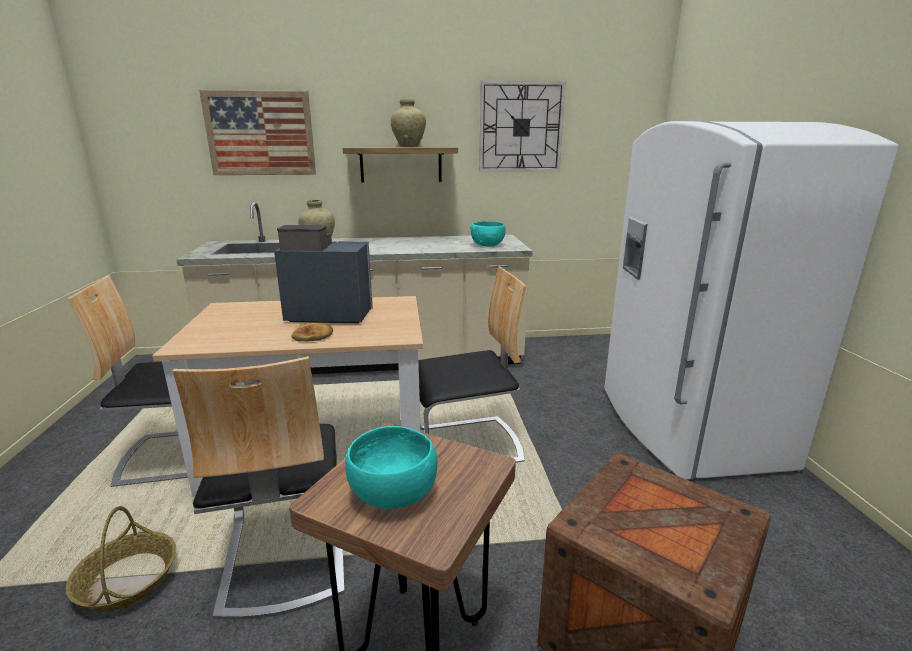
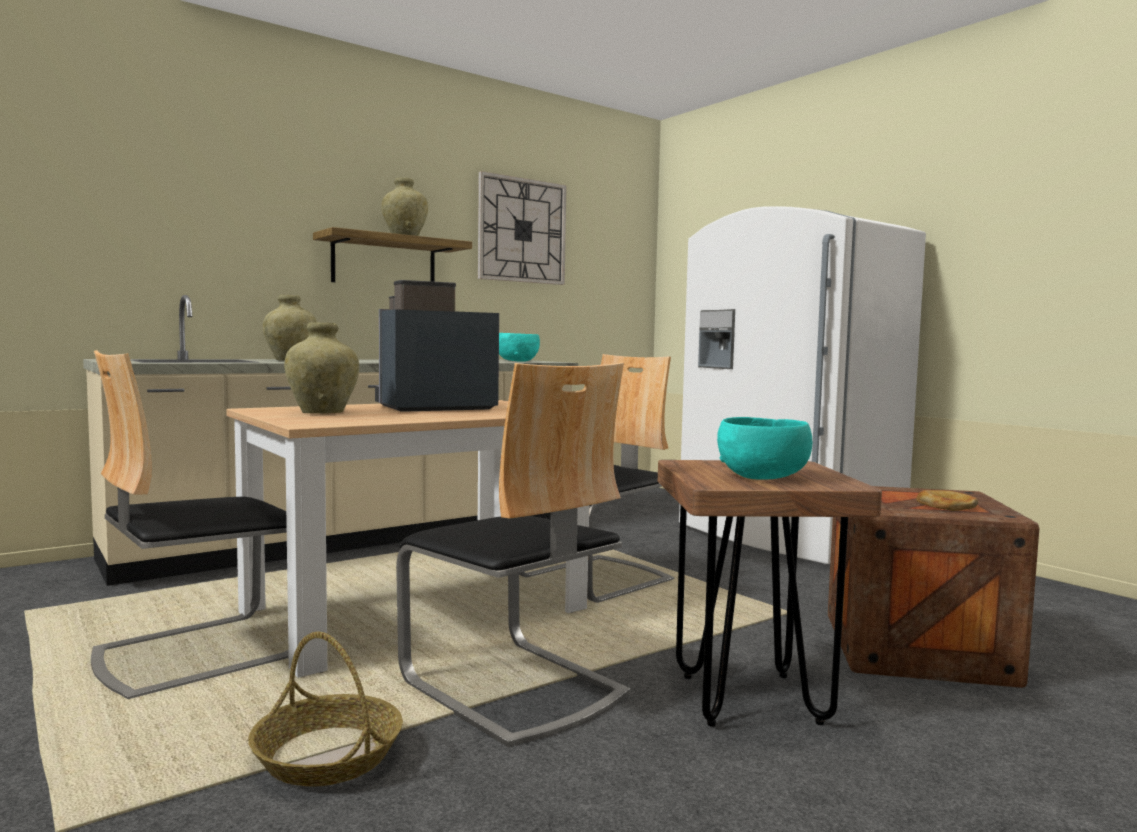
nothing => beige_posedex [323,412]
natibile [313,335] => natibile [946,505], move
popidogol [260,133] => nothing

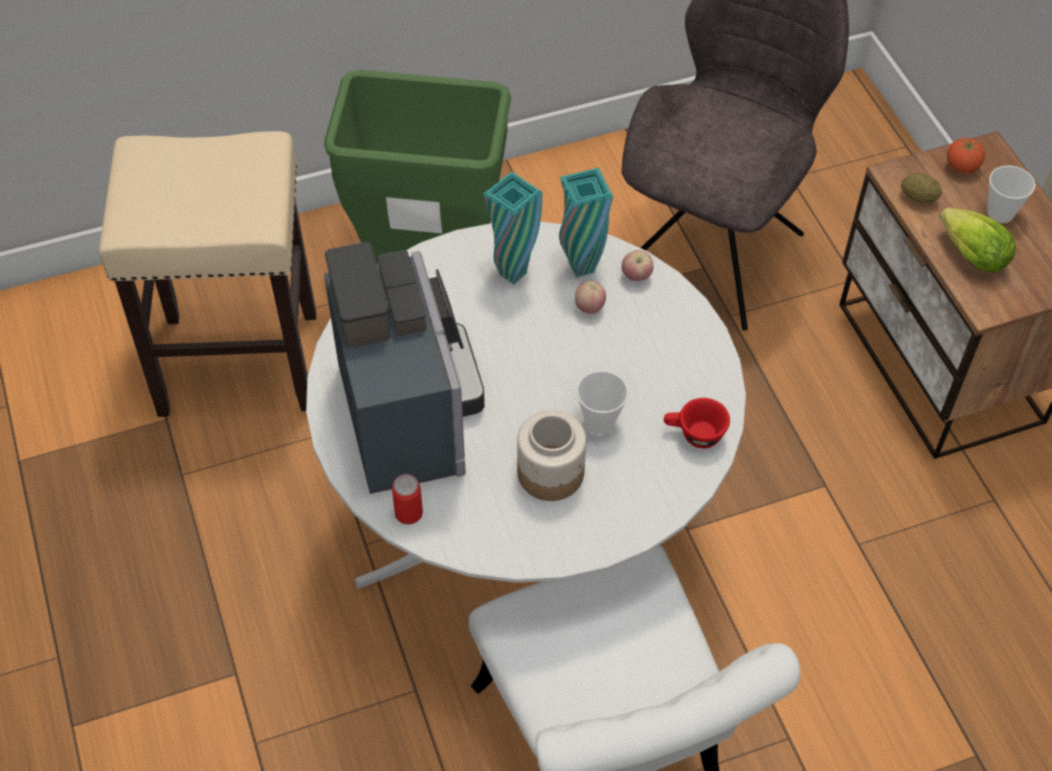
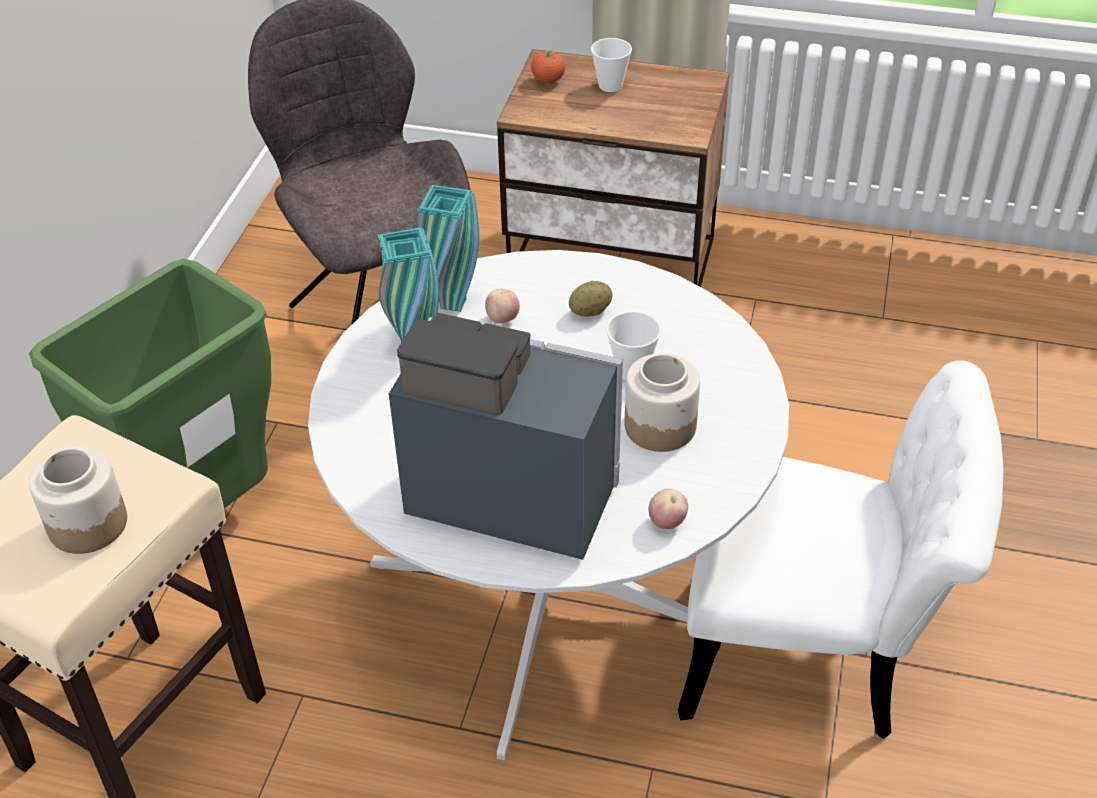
nothing => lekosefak [87,524]
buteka [918,198] => buteka [590,311], move
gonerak [636,276] => gonerak [667,523], move
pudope [408,513] => nothing
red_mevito [694,435] => nothing
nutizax [968,253] => nothing

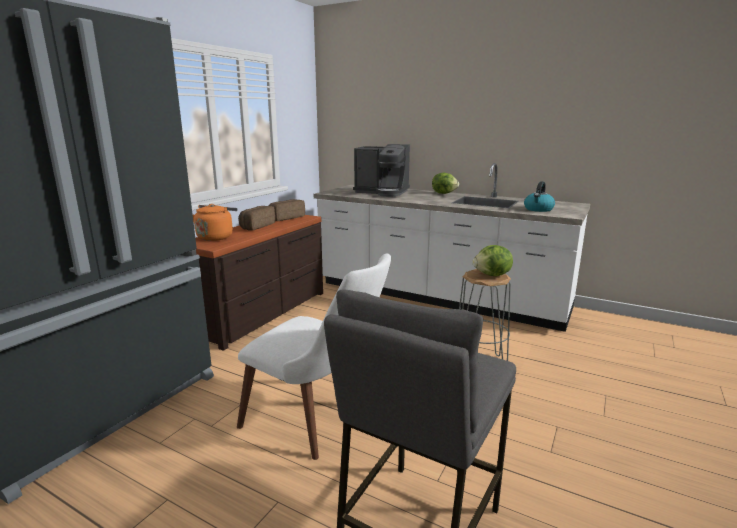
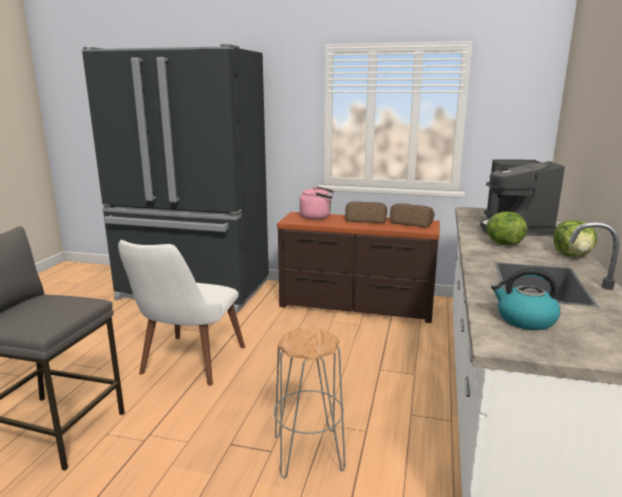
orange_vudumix [216,237] => pink_vudumix [317,217]
nutizax [492,275] => nutizax [502,244], move

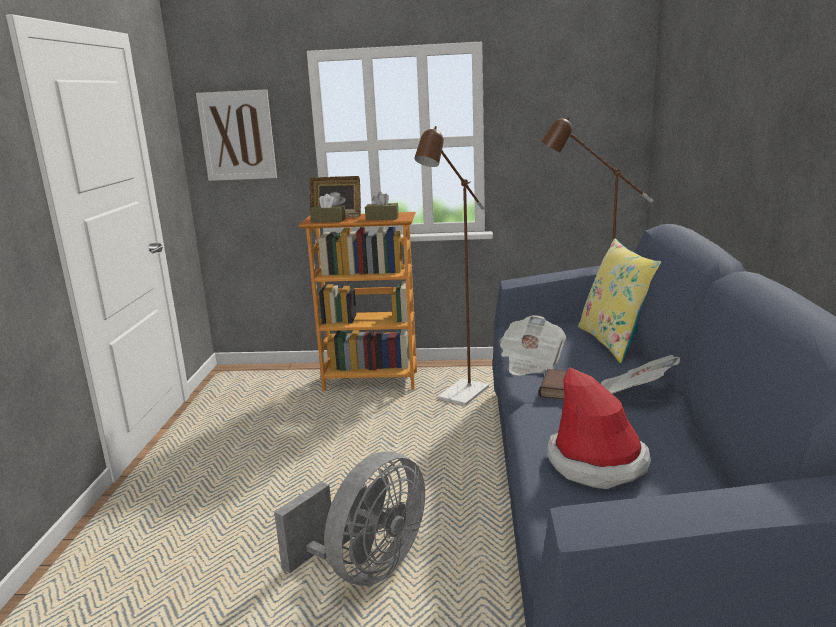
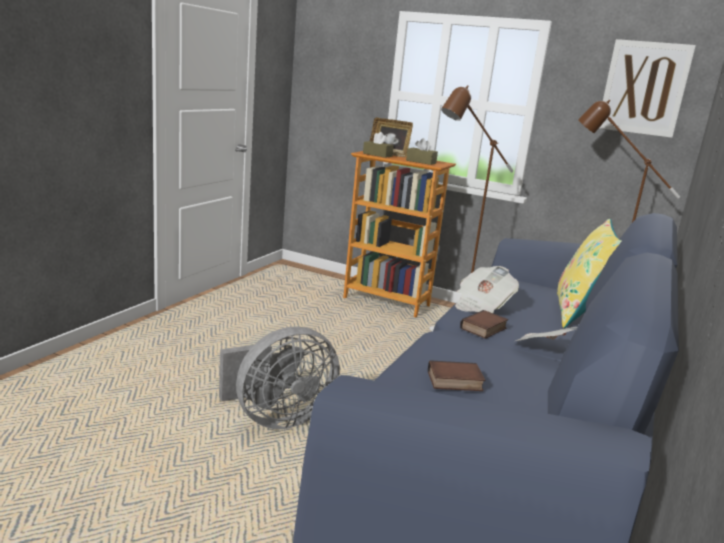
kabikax [597,463] => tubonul [454,382]
popidogol [237,136] => popidogol [644,88], move

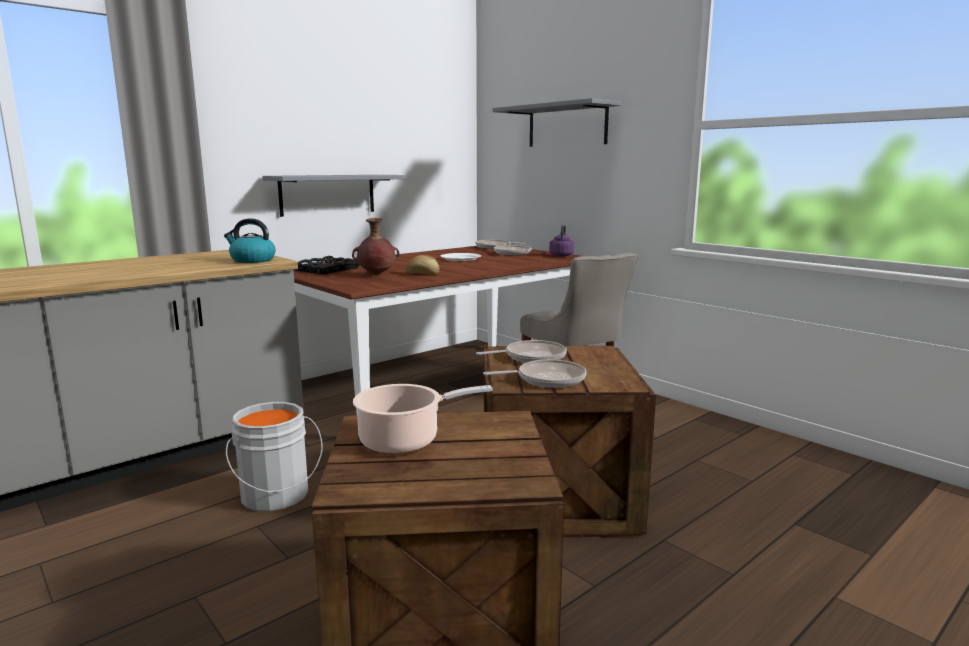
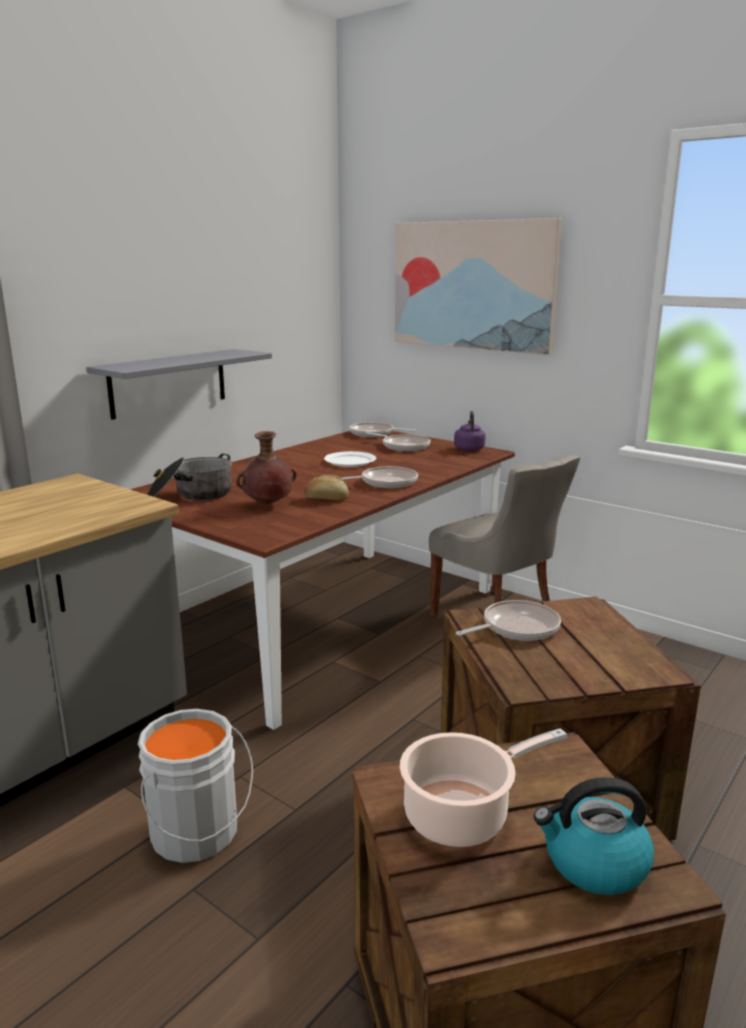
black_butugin [326,269] => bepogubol [191,495]
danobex [547,379] => danobex [385,482], move
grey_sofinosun [567,125] => popidogol [473,285]
vudumix [252,260] => vudumix [593,863], move

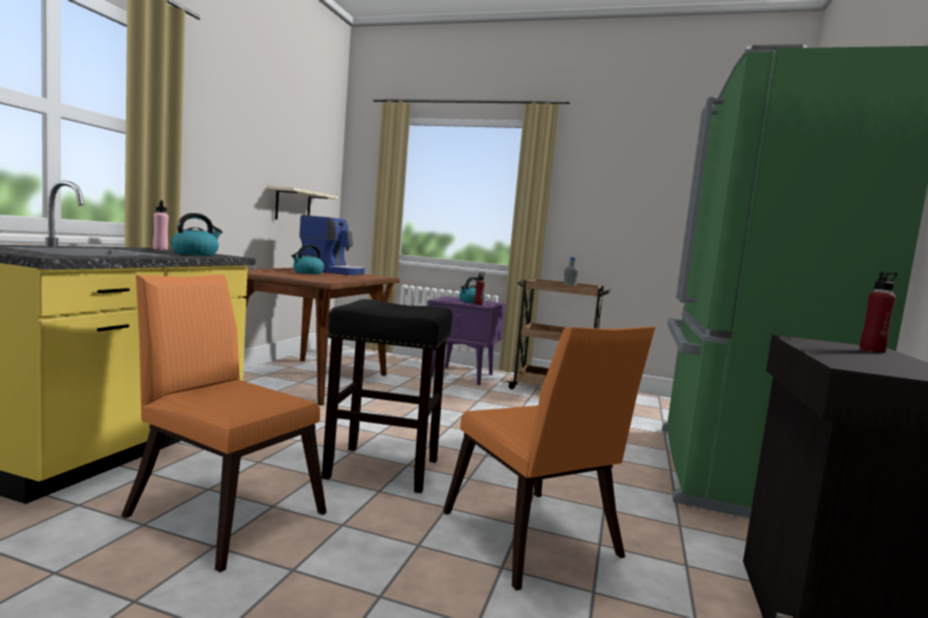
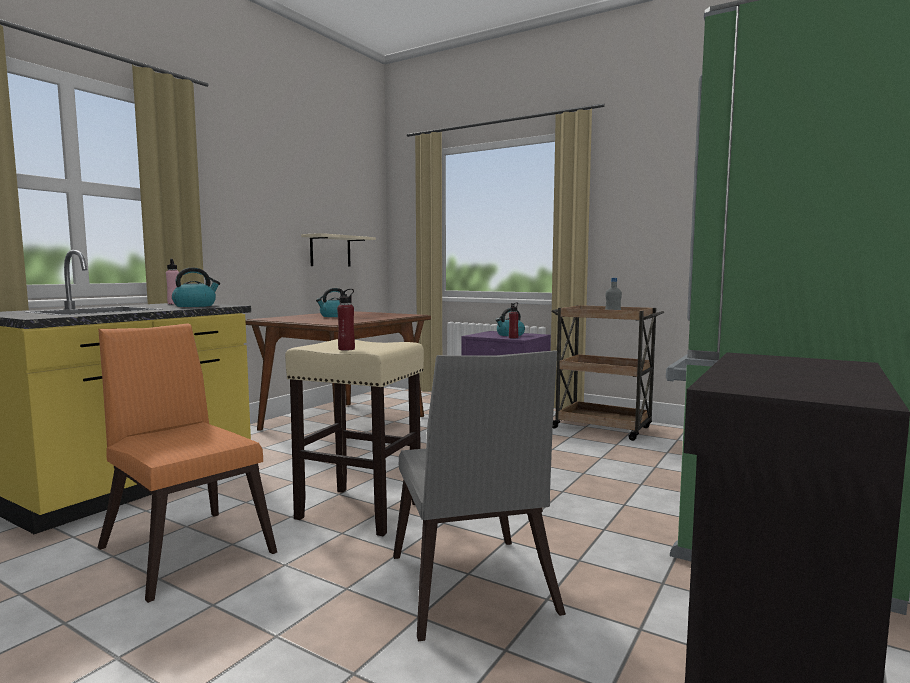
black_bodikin [384,468] => beige_bodikin [361,511]
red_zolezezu [872,350] => red_zolezezu [346,349], move
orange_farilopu [533,542] => grey_farilopu [471,592]
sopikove [332,271] => nothing

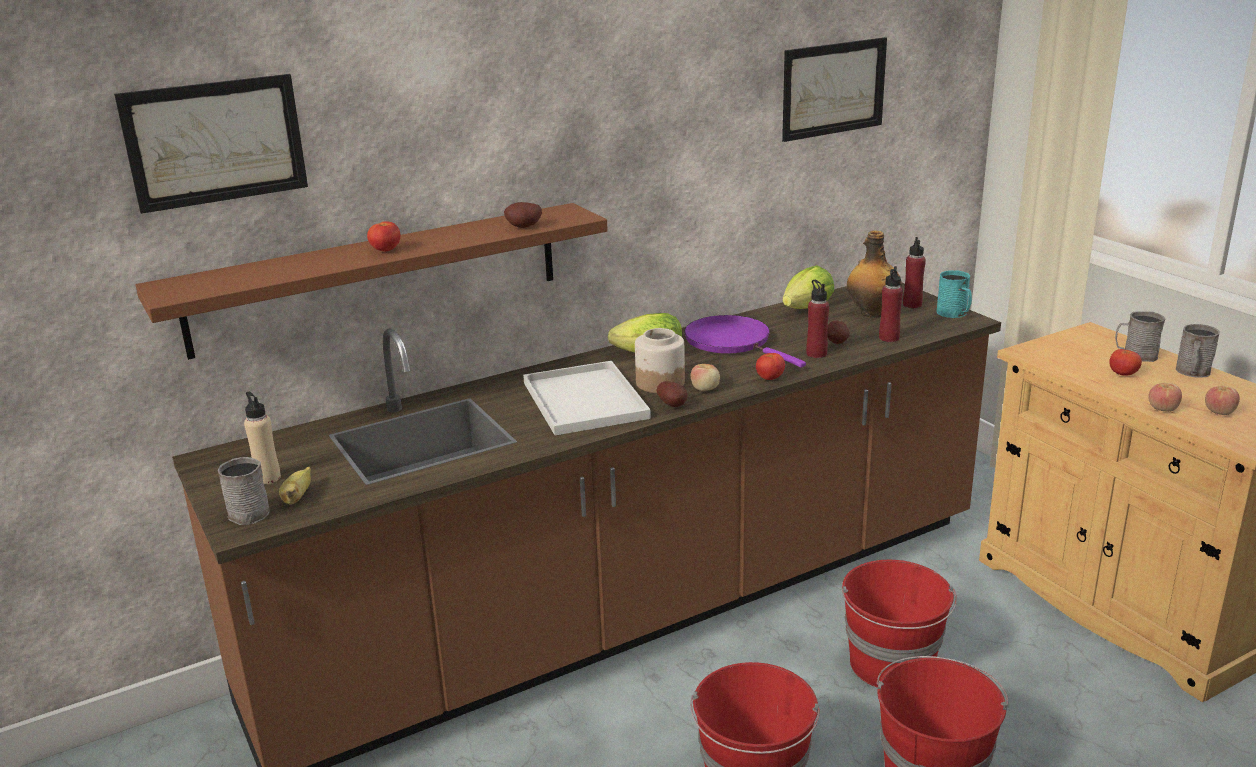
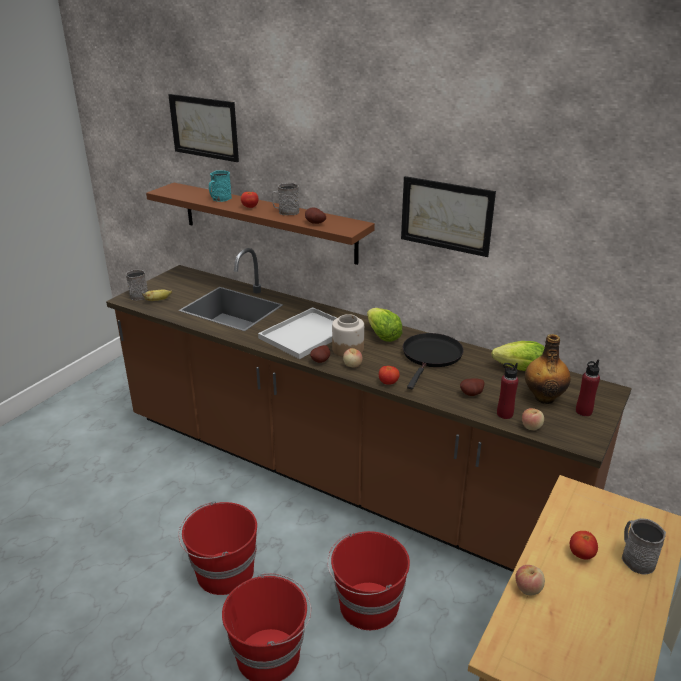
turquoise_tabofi [954,314] => turquoise_tabofi [220,199], move
grey_tabofi [1192,372] => grey_tabofi [286,212], move
popidogol [833,88] => popidogol [446,215], move
purple_danobex [732,342] => black_danobex [431,356]
gonerak [1219,412] => gonerak [531,427], move
beige_zolezezu [268,478] => nothing
red_zolezezu [816,354] => nothing

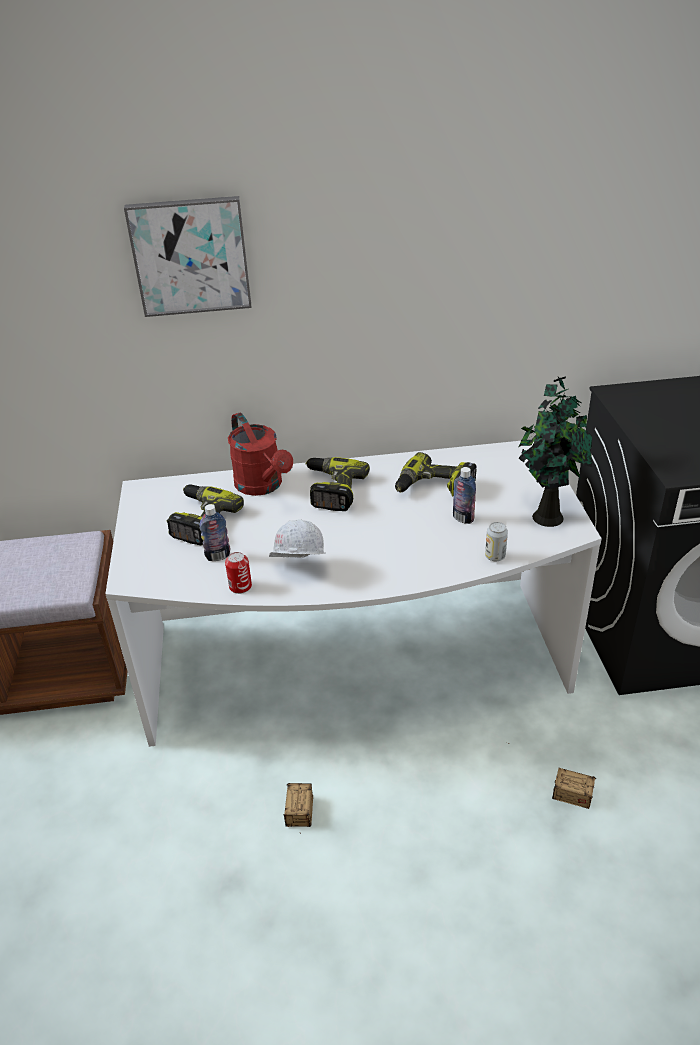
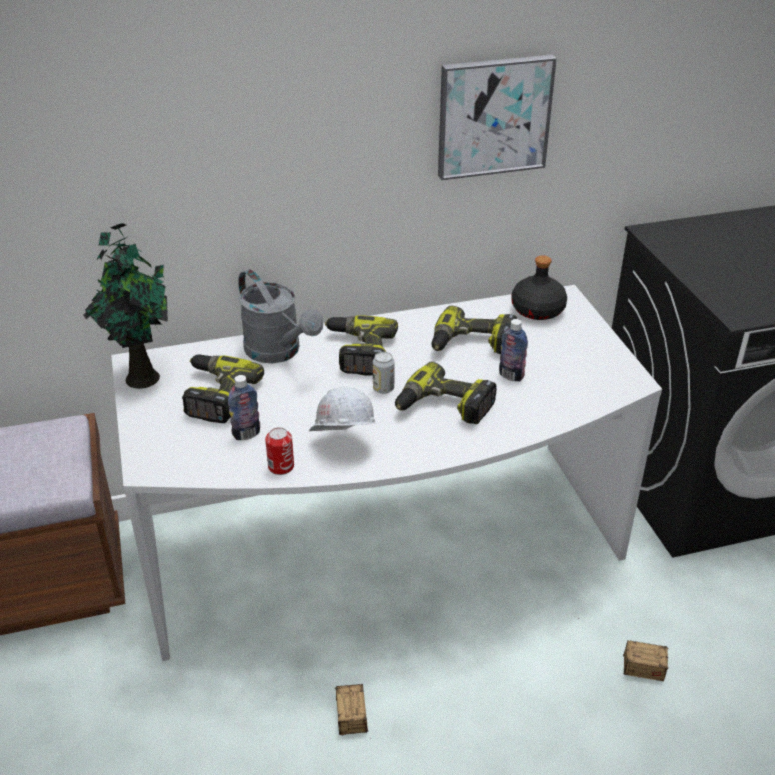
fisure [546,515] => fisure [141,376], move
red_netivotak [263,486] => grey_netivotak [279,352]
pudope [495,556] => pudope [383,389], move
nothing => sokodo [443,407]
popidogol [190,256] => popidogol [493,116], move
nothing => black_zolezezu [537,310]

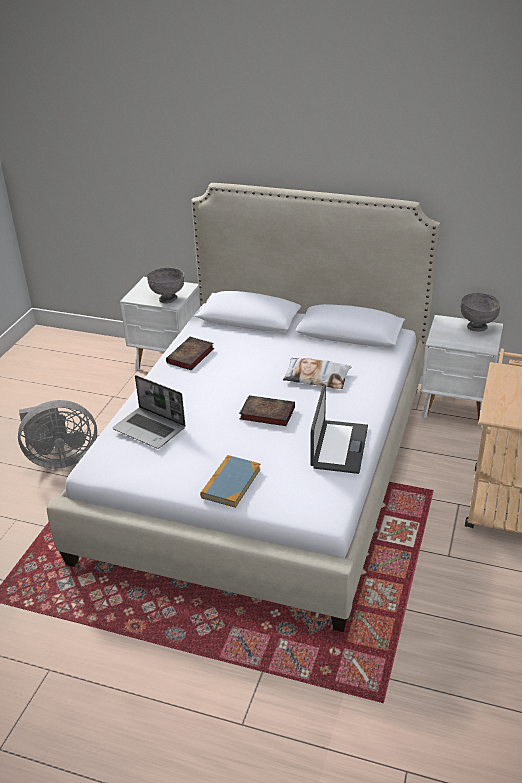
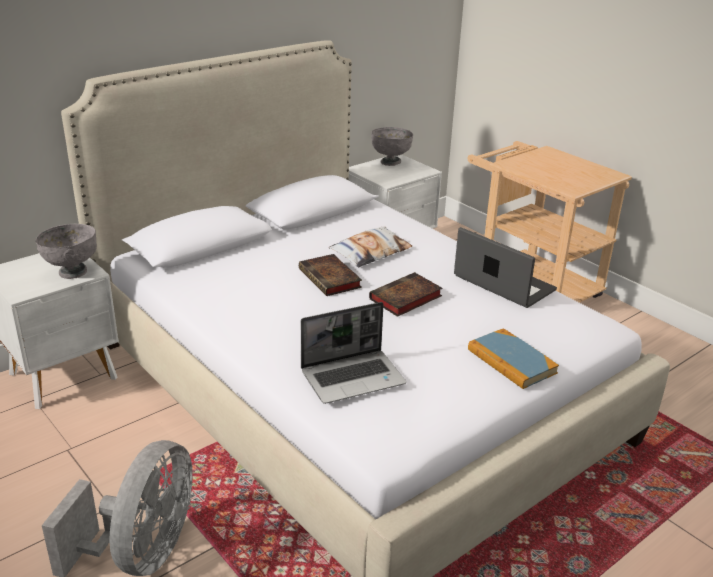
tubonul [190,357] => tubonul [331,279], move

